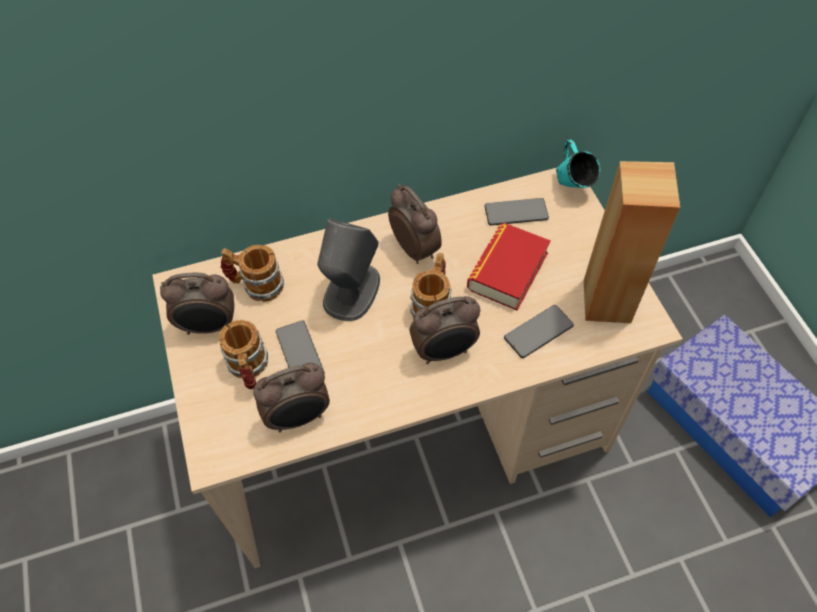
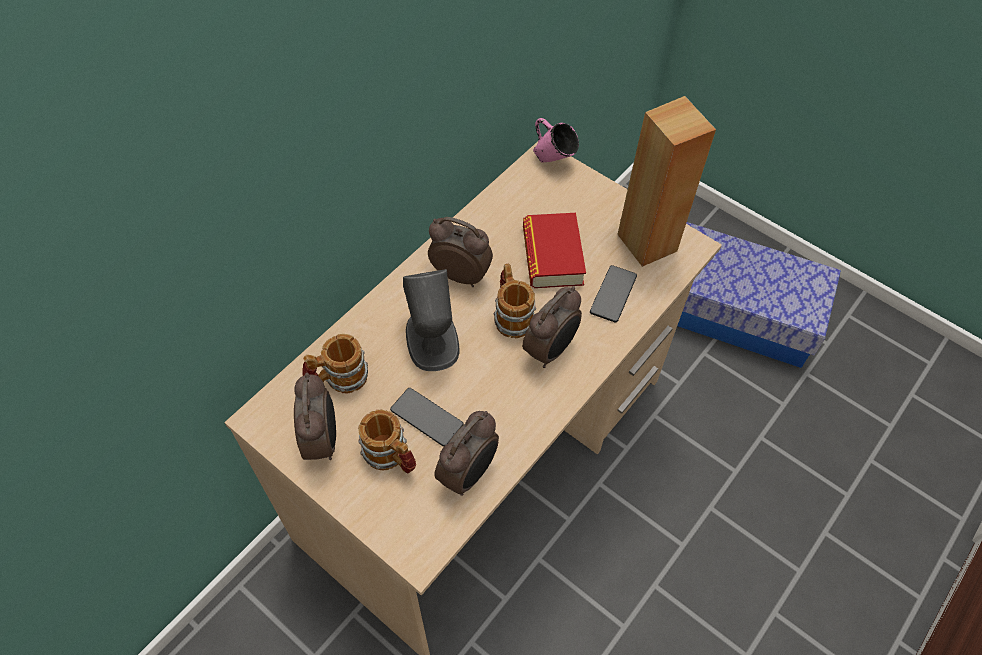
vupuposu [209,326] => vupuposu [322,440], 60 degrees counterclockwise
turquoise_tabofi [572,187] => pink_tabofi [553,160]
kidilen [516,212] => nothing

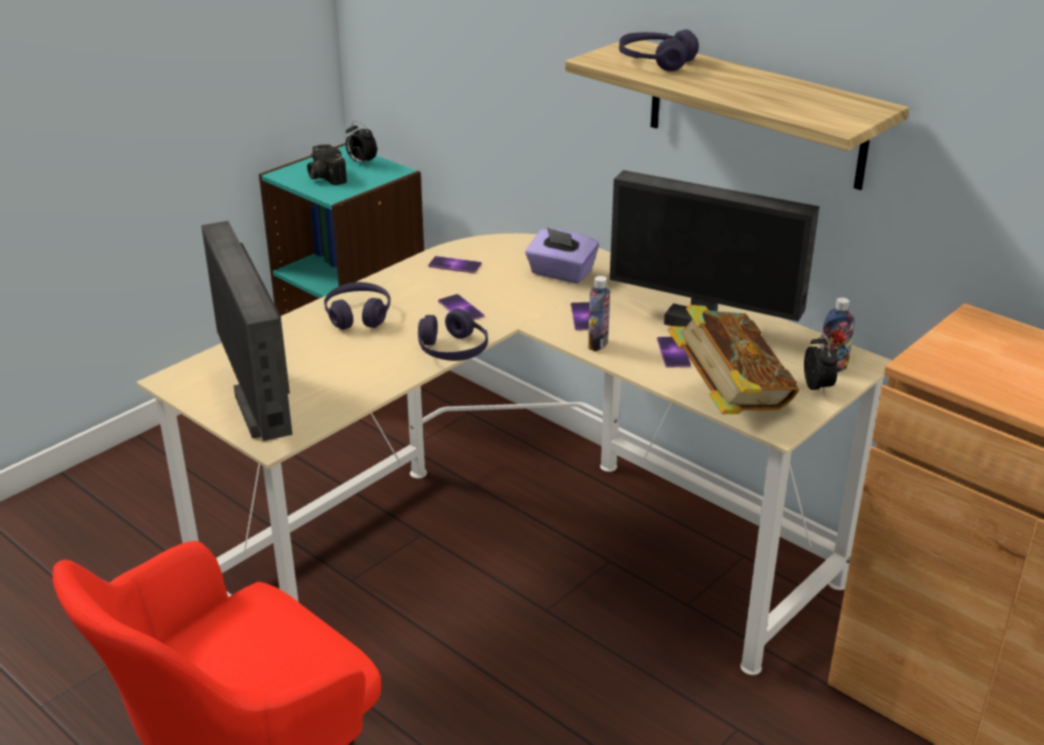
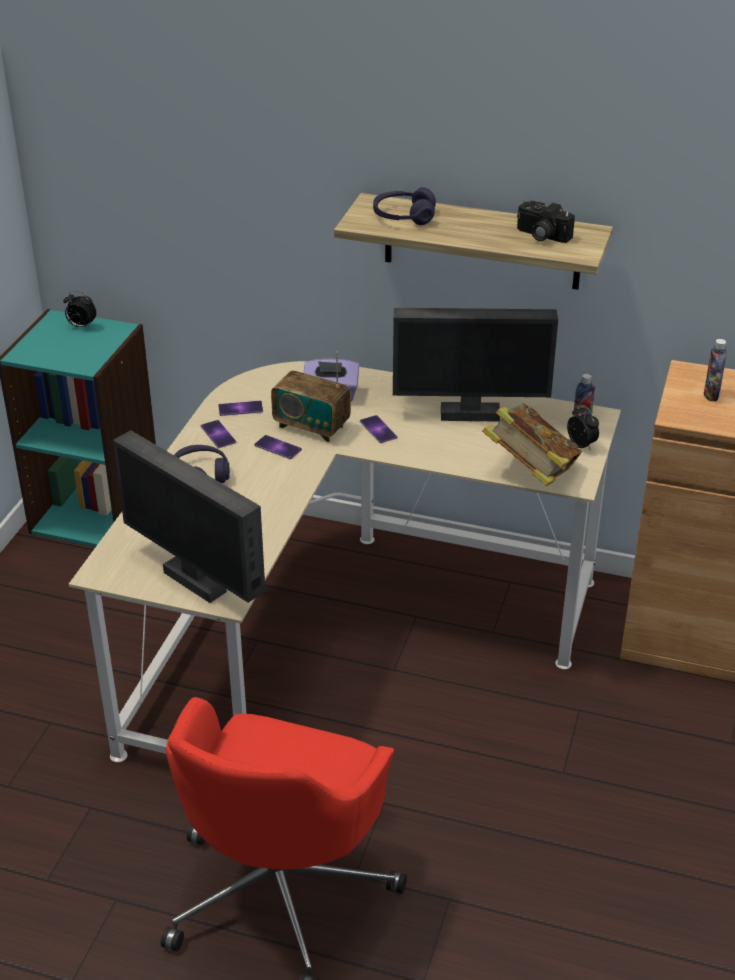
kidilen [673,352] => kidilen [218,434], move
nothing => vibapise [312,426]
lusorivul [324,176] => lusorivul [541,235], move
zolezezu [598,344] => zolezezu [711,395], move
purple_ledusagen [453,350] => nothing

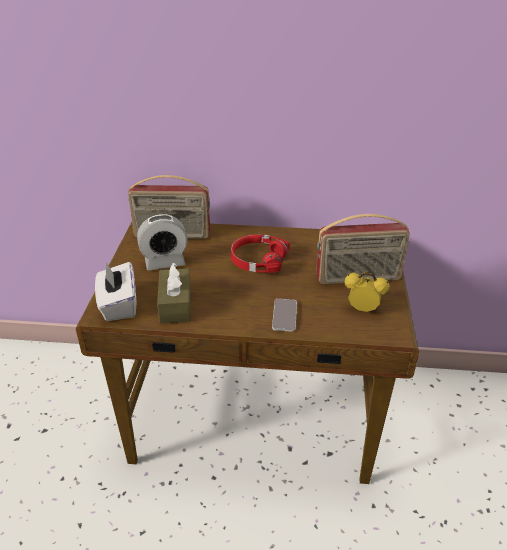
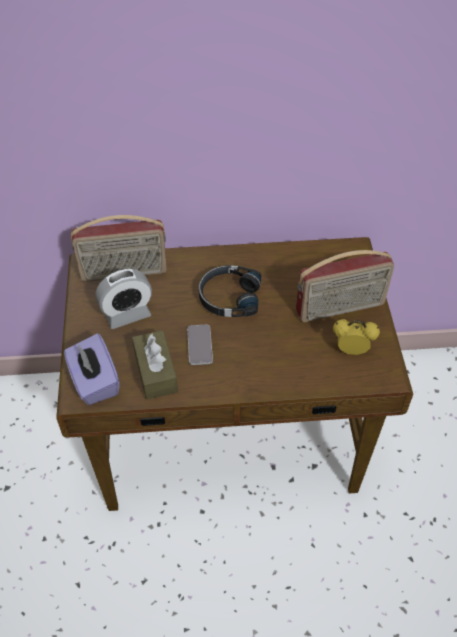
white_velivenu [118,305] => purple_velivenu [94,382]
kidilen [284,315] => kidilen [199,345], move
red_ledusagen [258,260] => black_ledusagen [229,297]

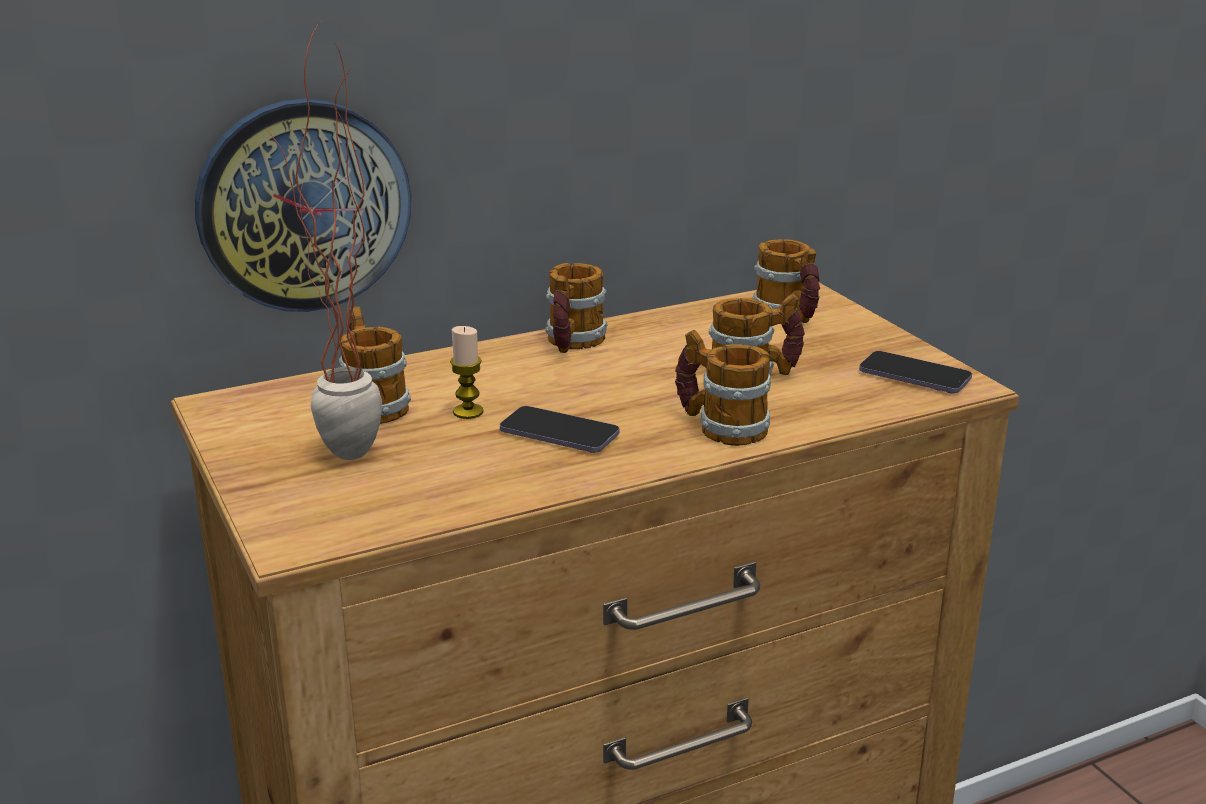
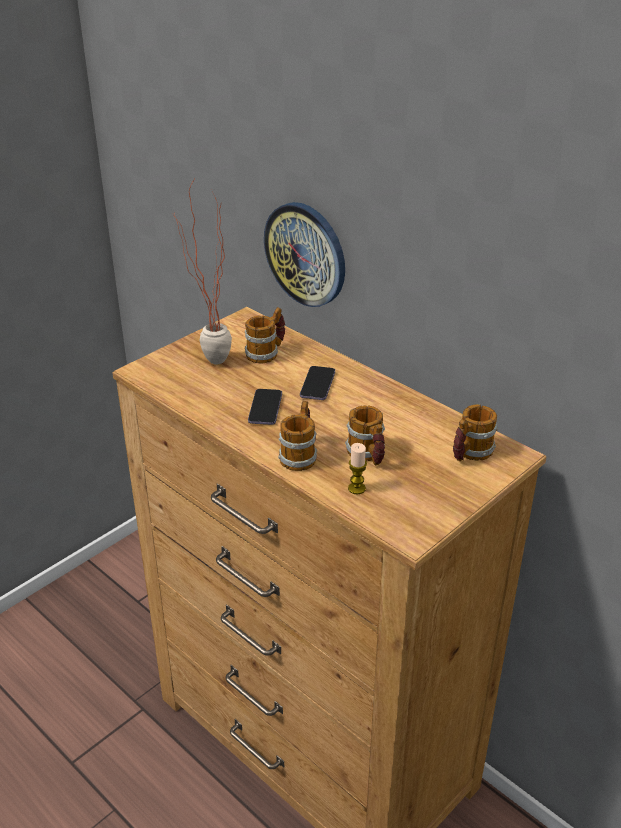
kidilen [914,376] => kidilen [317,384], move
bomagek [468,412] => bomagek [356,488], move
tabofi [572,343] => nothing

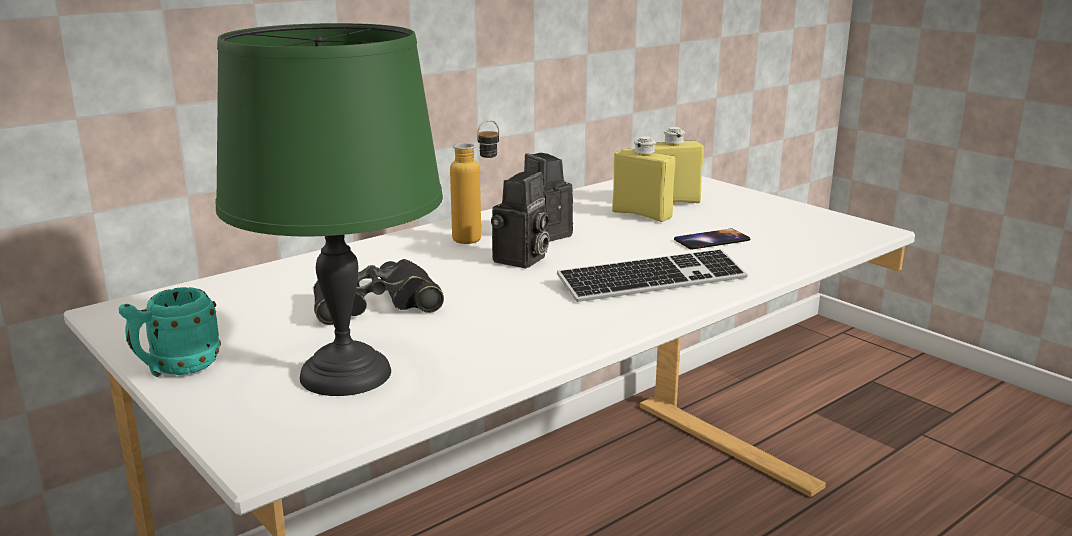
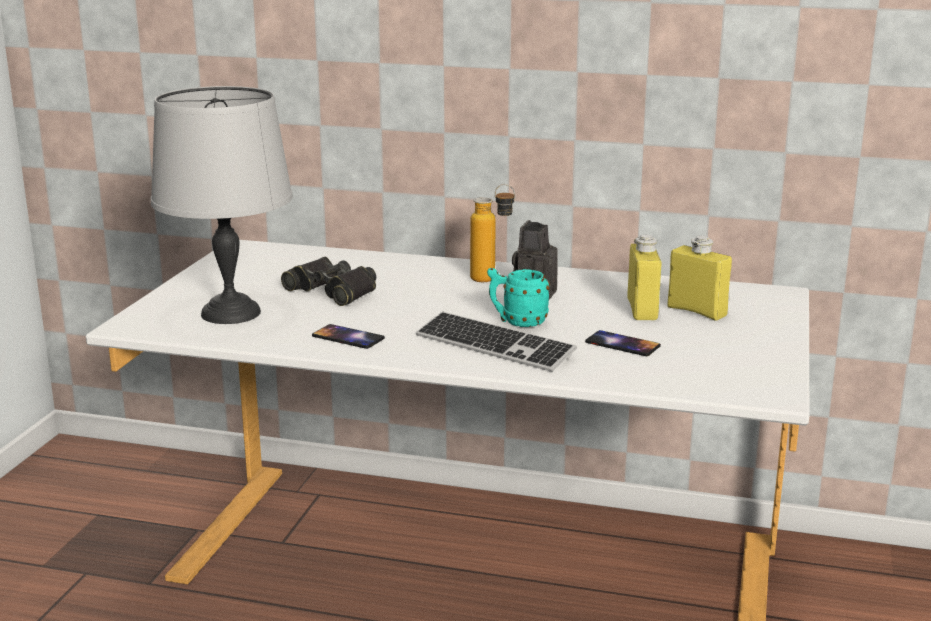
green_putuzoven [347,374] => grey_putuzoven [231,313]
nothing => kidilen [348,337]
turquoise_tabofi [176,369] => turquoise_tabofi [517,322], move
lusorivul [521,260] => nothing

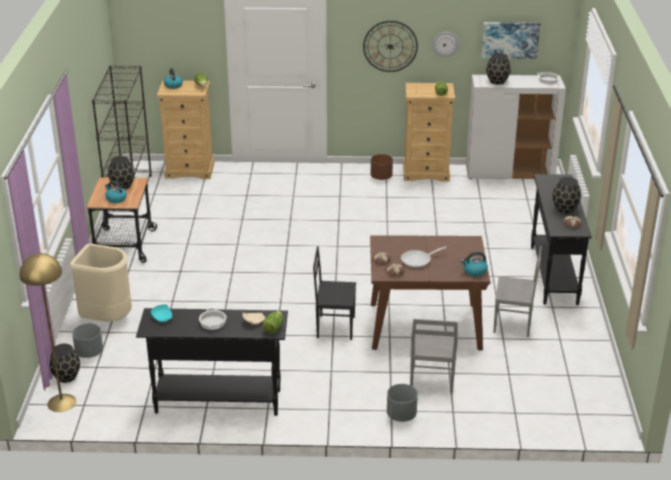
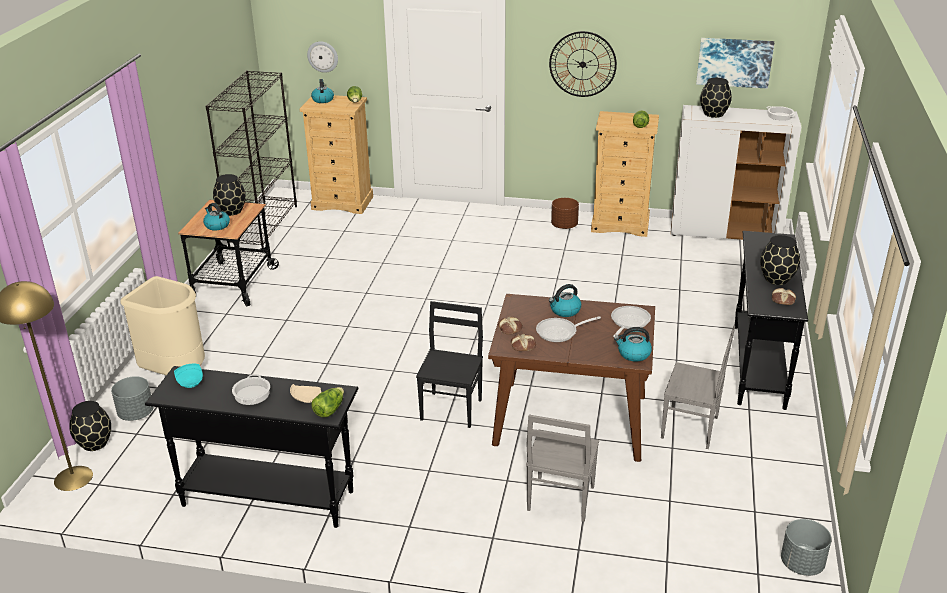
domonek [445,44] => domonek [323,56], move
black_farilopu [335,327] => black_farilopu [452,409], 90 degrees clockwise
nothing => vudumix [565,310]
nothing => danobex [628,322]
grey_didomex [401,415] => grey_didomex [802,564], move

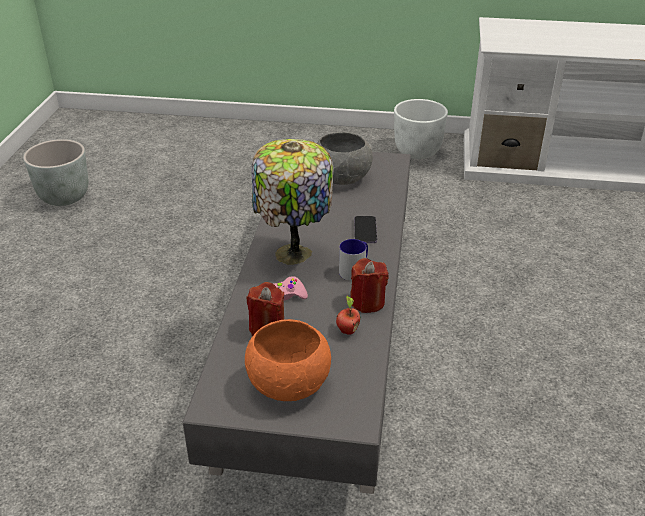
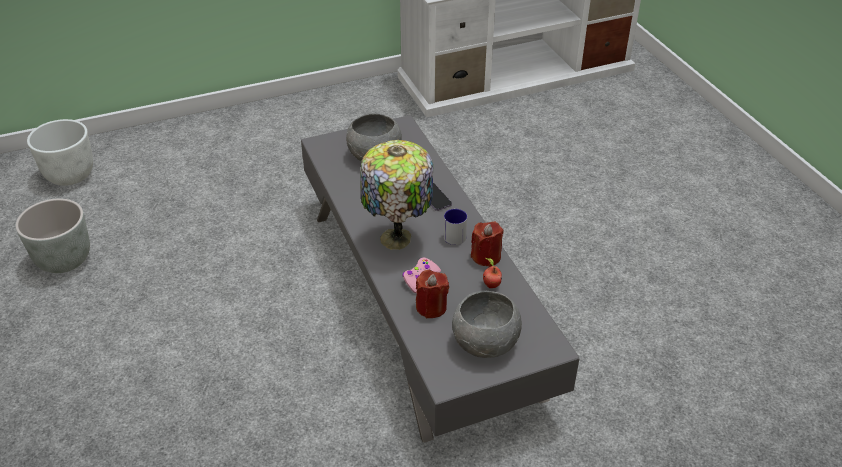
white_didomex [418,152] => white_didomex [71,175], move
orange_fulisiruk [289,384] => grey_fulisiruk [486,342]

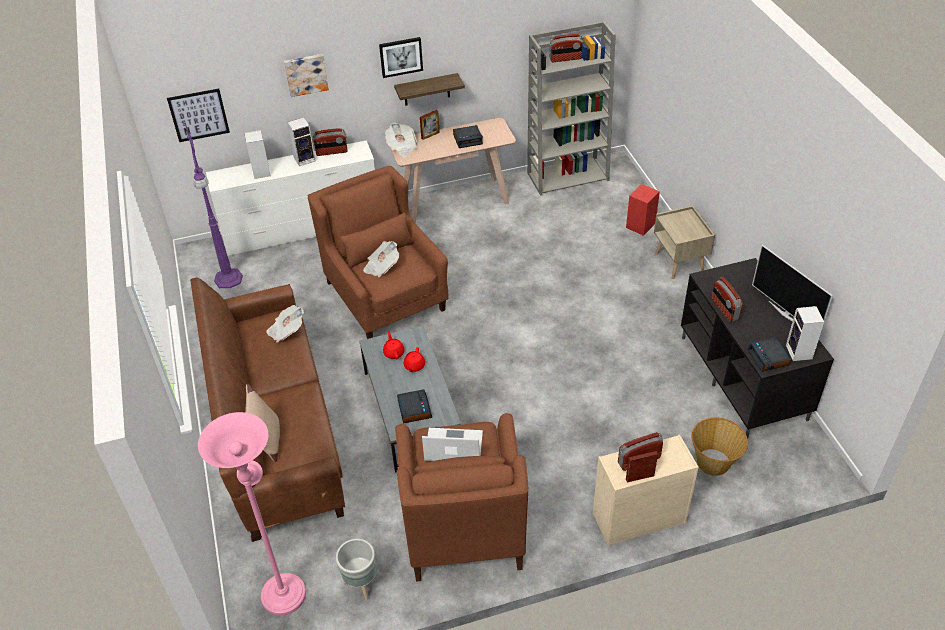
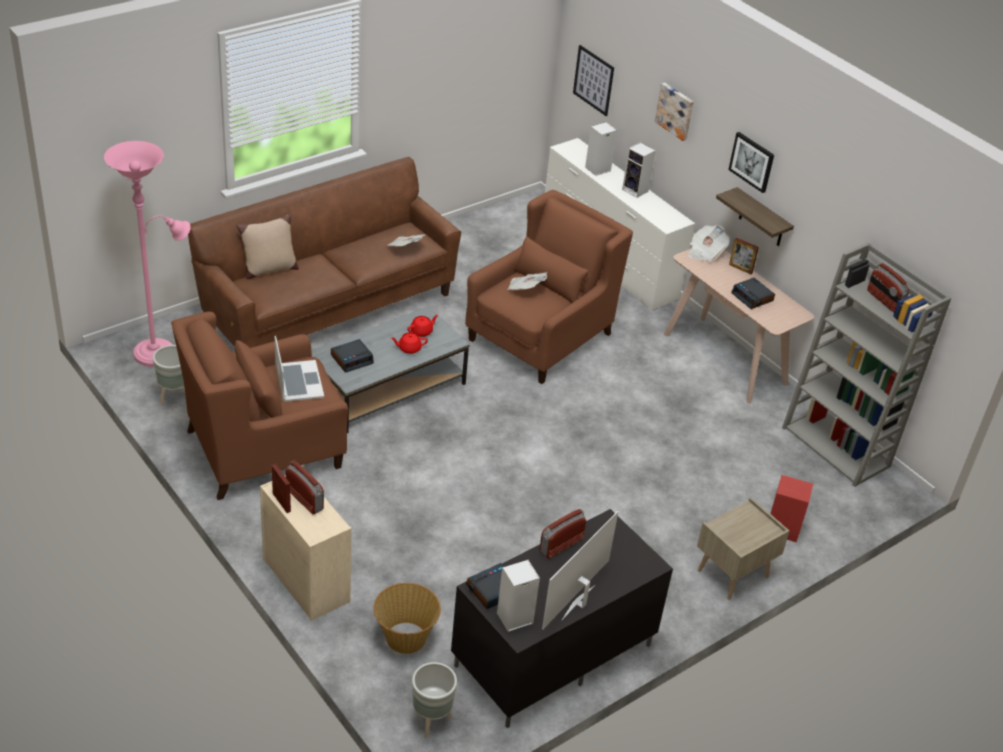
nothing => grey_didomex [431,720]
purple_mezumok [228,280] => nothing
vibapise [331,152] => nothing

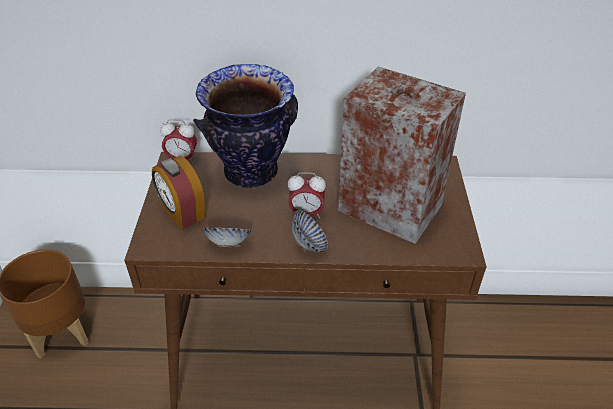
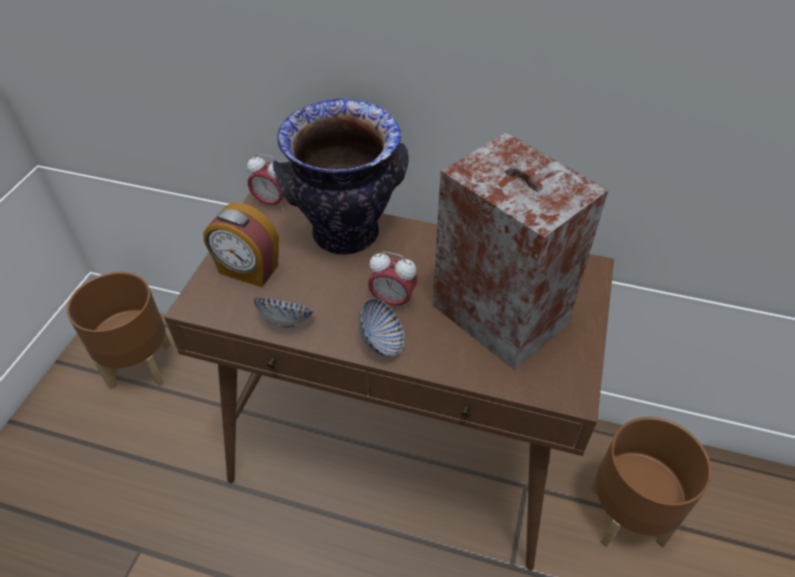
vupuposu [182,213] => vupuposu [248,270], 45 degrees counterclockwise
nothing => brown_didomex [626,514]

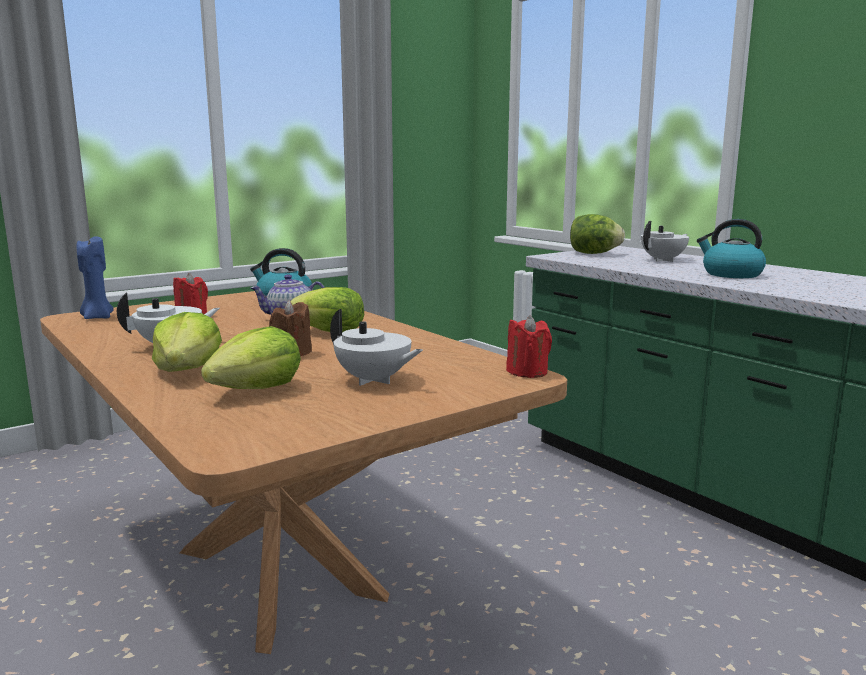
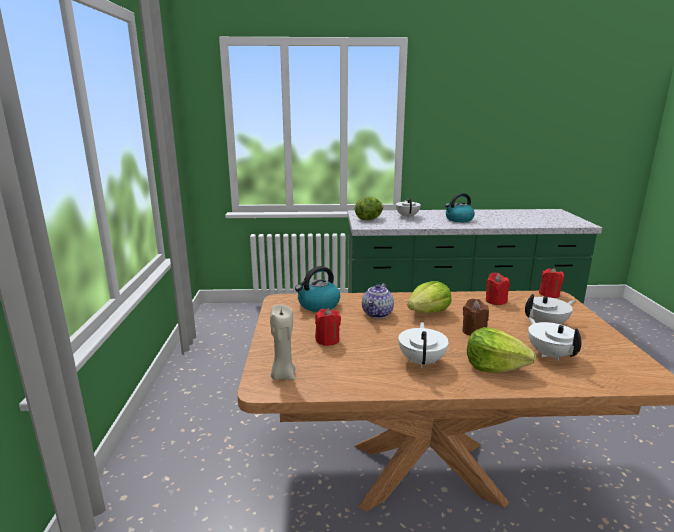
blue_bomagek [97,317] => beige_bomagek [283,375]
nothing => red_bomagek [495,301]
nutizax [257,390] => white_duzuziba [550,354]

